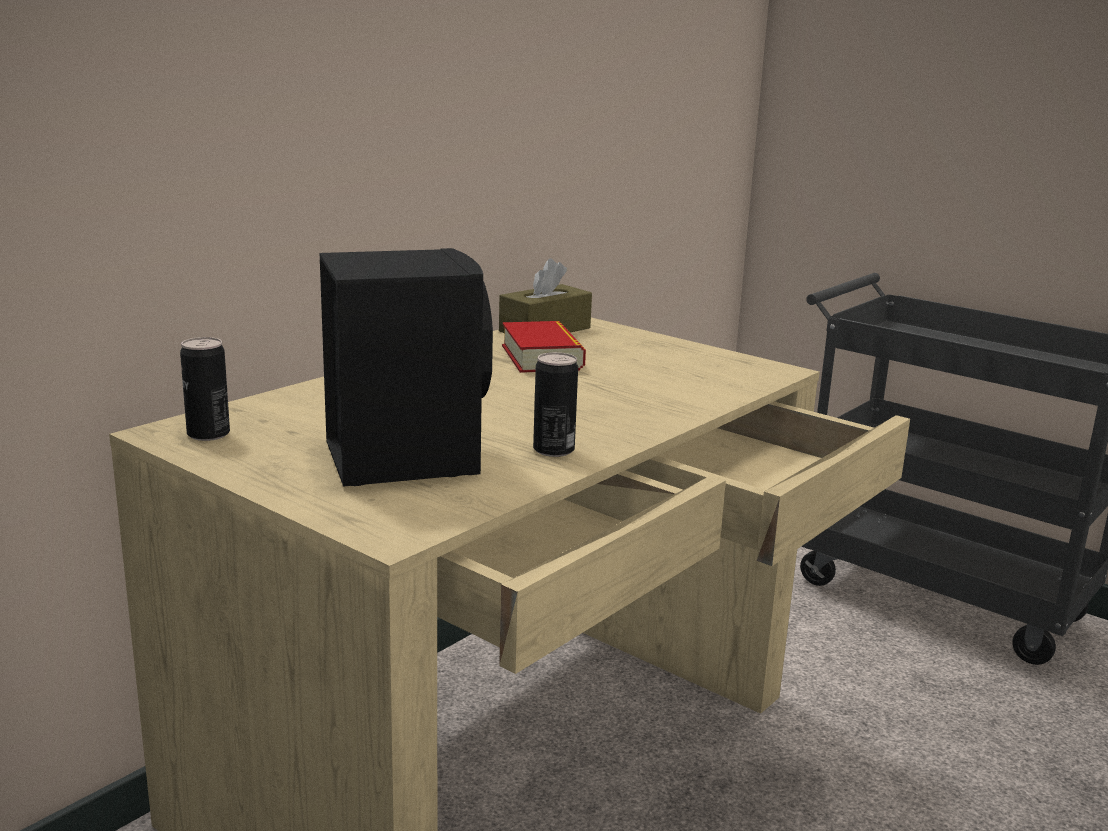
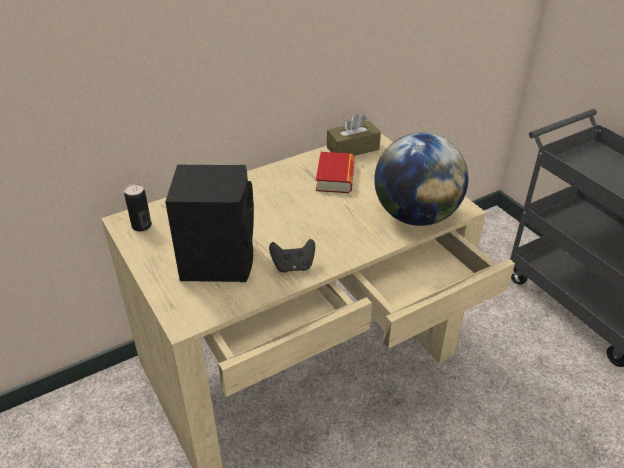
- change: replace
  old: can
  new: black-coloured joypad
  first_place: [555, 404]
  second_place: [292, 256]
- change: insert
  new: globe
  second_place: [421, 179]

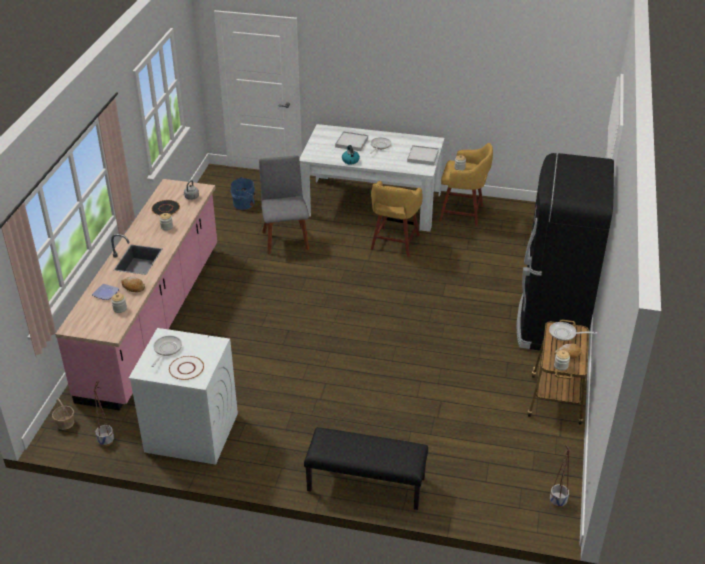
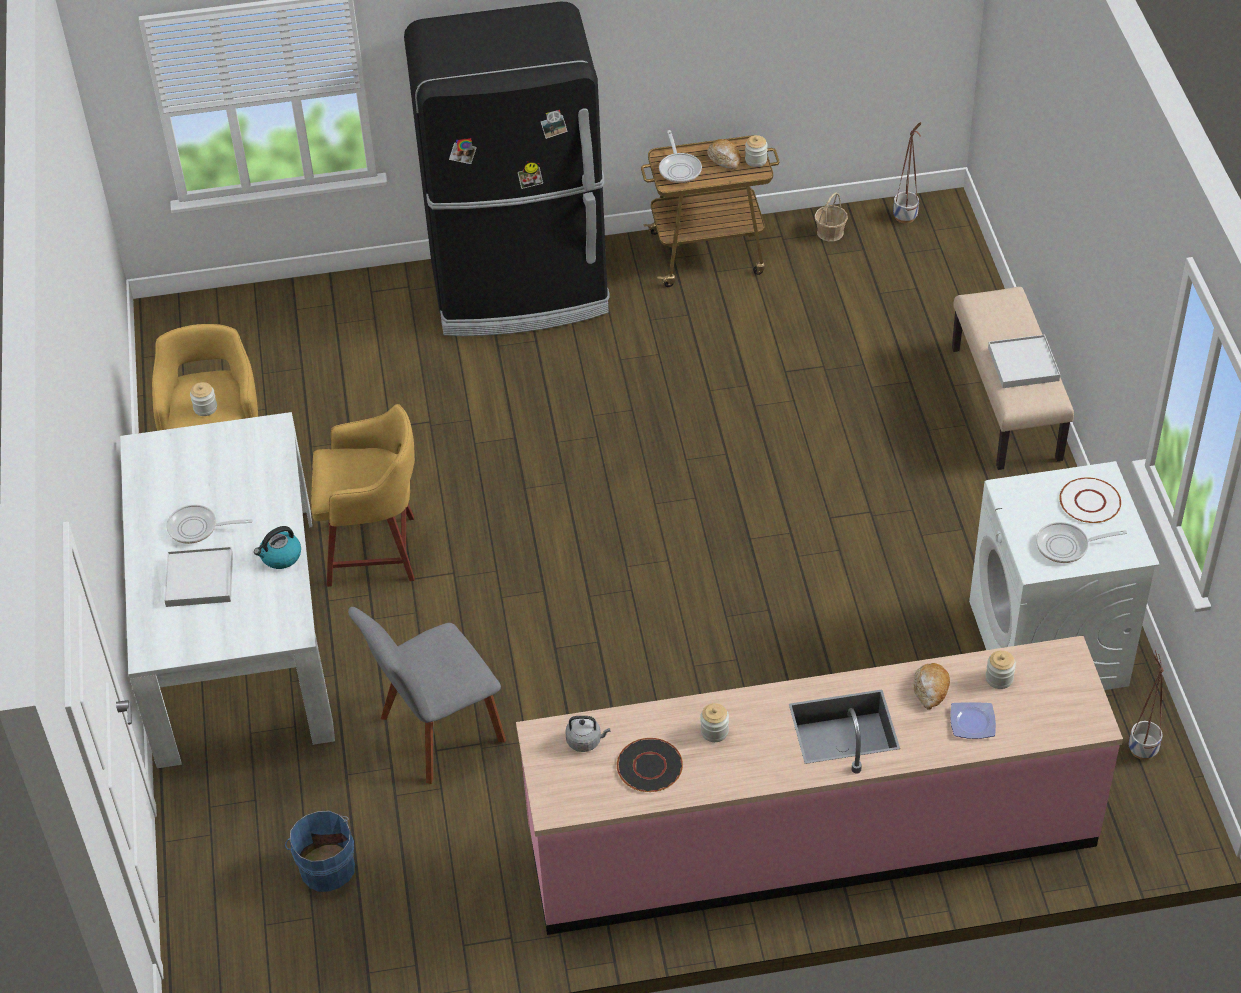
- change: move
  old: household basket
  first_place: [63, 414]
  second_place: [831, 217]
- change: recolor
  old: black-coloured bench
  new: sand-coloured bench
  first_place: [366, 468]
  second_place: [1013, 378]
- change: move
  old: white carrying tray
  first_place: [423, 155]
  second_place: [1024, 361]

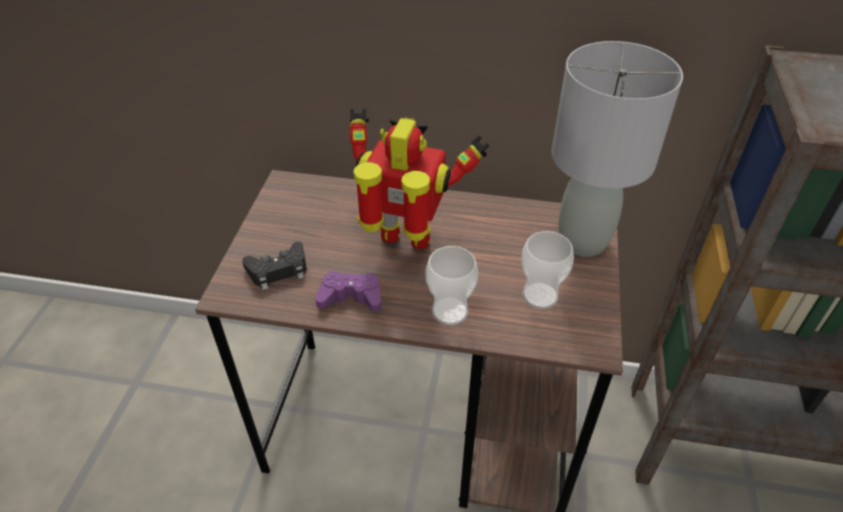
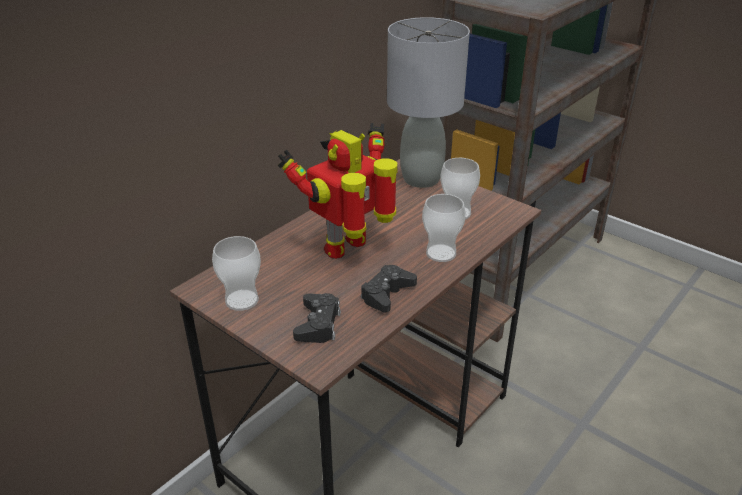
- change: insert
  new: small cup
  second_place: [236, 273]
- change: recolor
  old: purple joypad
  new: black-coloured joypad
  first_place: [348, 291]
  second_place: [389, 288]

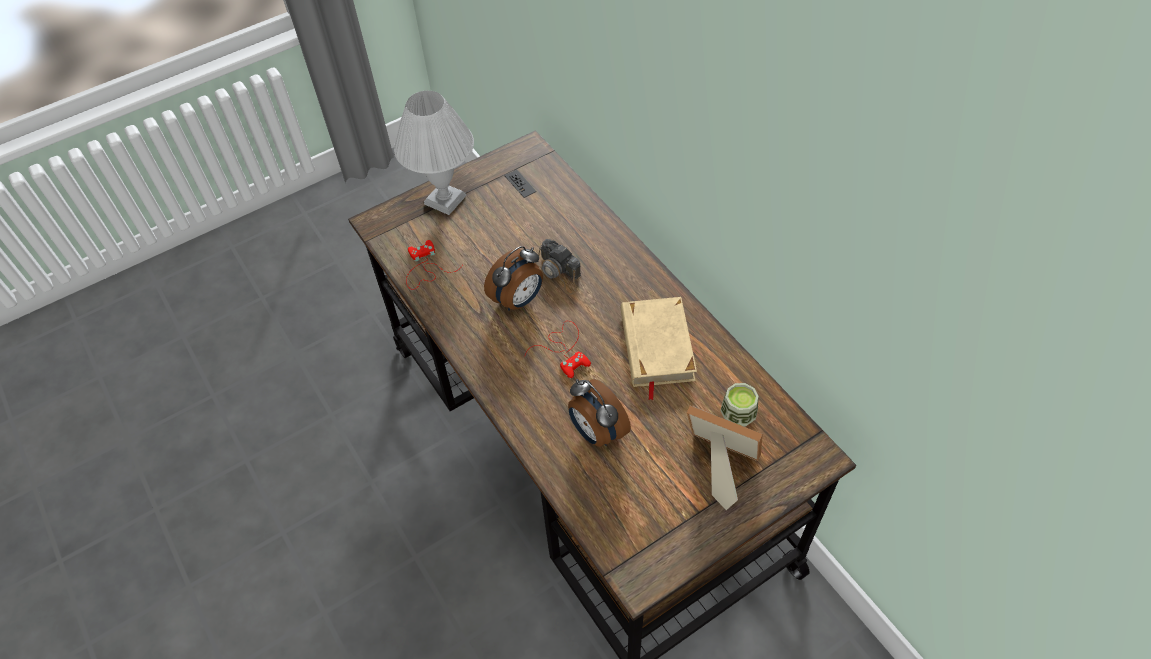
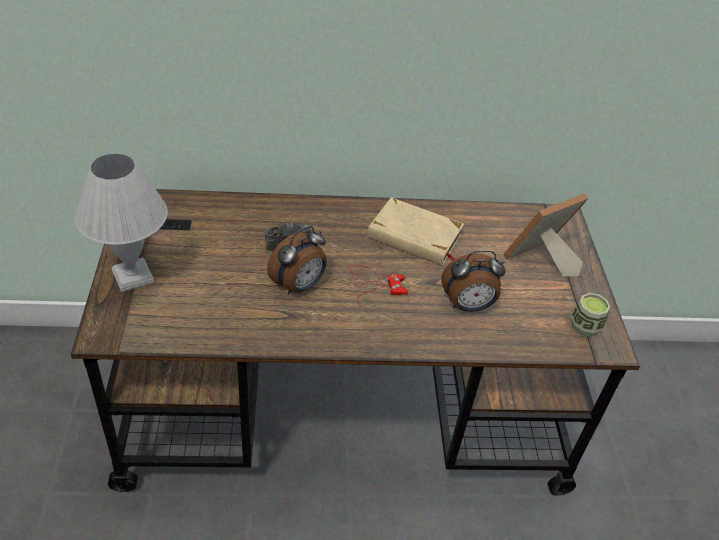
- change: rotate
  old: table clock
  first_place: [513, 278]
  second_place: [297, 260]
  degrees: 60
- change: move
  old: small cup
  first_place: [739, 405]
  second_place: [590, 315]
- change: delete
  old: reddish joypad
  first_place: [434, 264]

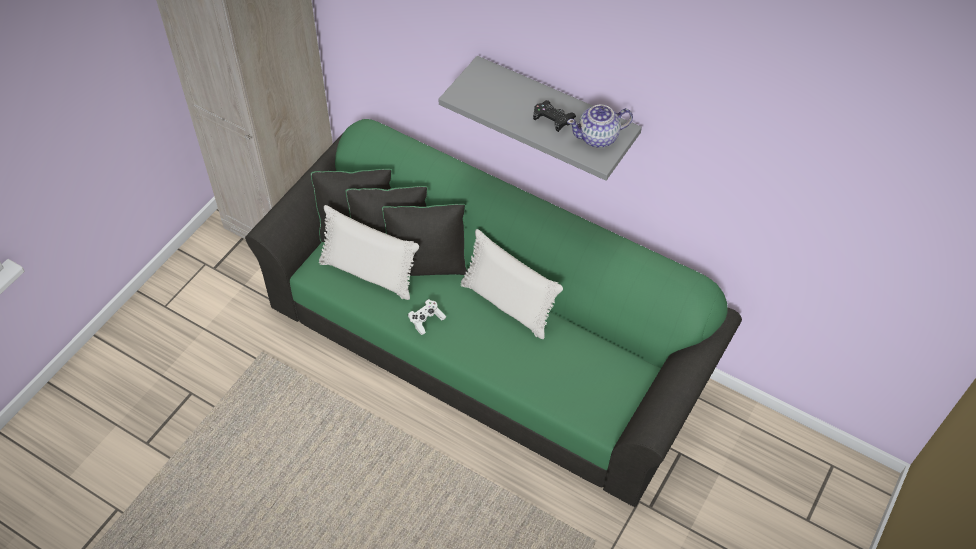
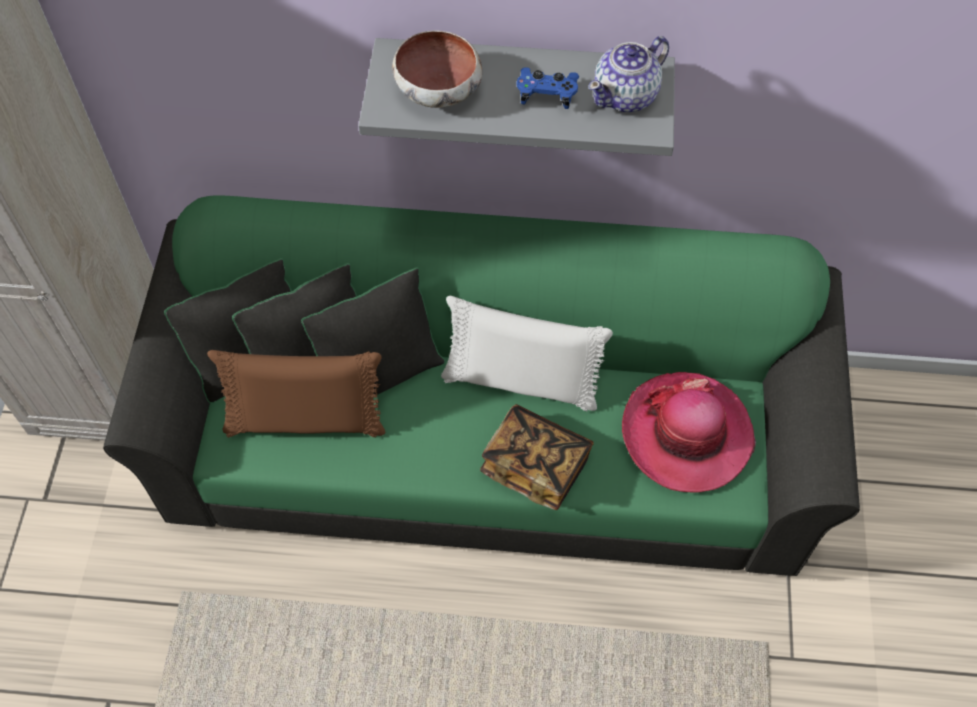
- change: recolor
  old: white throw pillow
  new: brown throw pillow
  first_place: [369, 252]
  second_place: [296, 394]
- change: insert
  new: serving bowl
  second_place: [437, 69]
- change: insert
  new: book
  second_place: [537, 457]
- change: recolor
  old: black-coloured joypad
  new: bluish joypad
  first_place: [554, 116]
  second_place: [548, 88]
- change: insert
  new: wearable hat
  second_place: [689, 432]
- change: delete
  old: white joypad
  first_place: [427, 317]

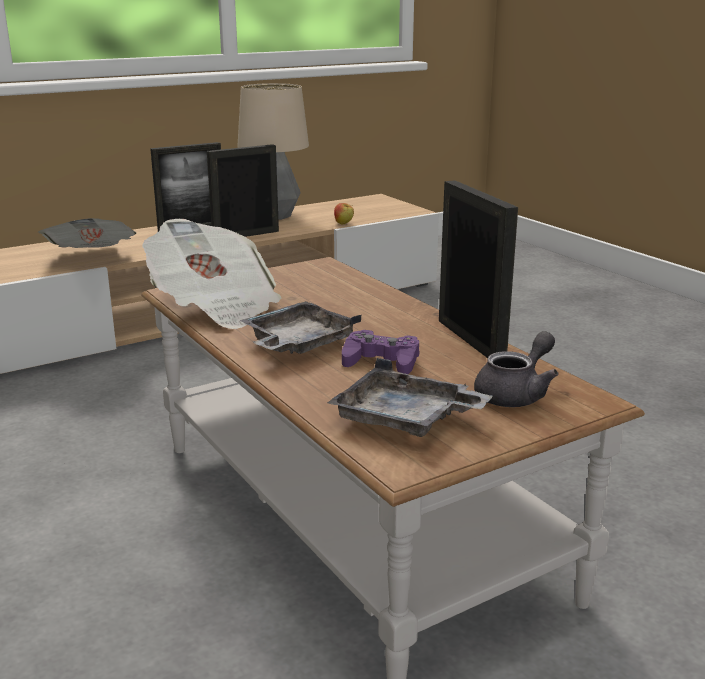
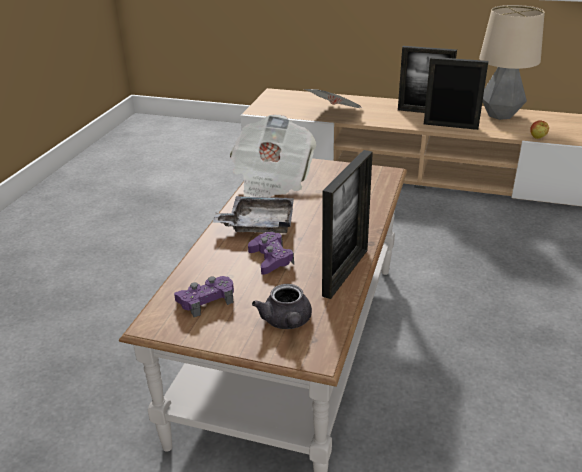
- change: replace
  old: greyish carrying tray
  new: purple joypad
  first_place: [410, 397]
  second_place: [204, 296]
- change: rotate
  old: greyish pot for tea
  first_place: [516, 369]
  second_place: [282, 306]
  degrees: 75

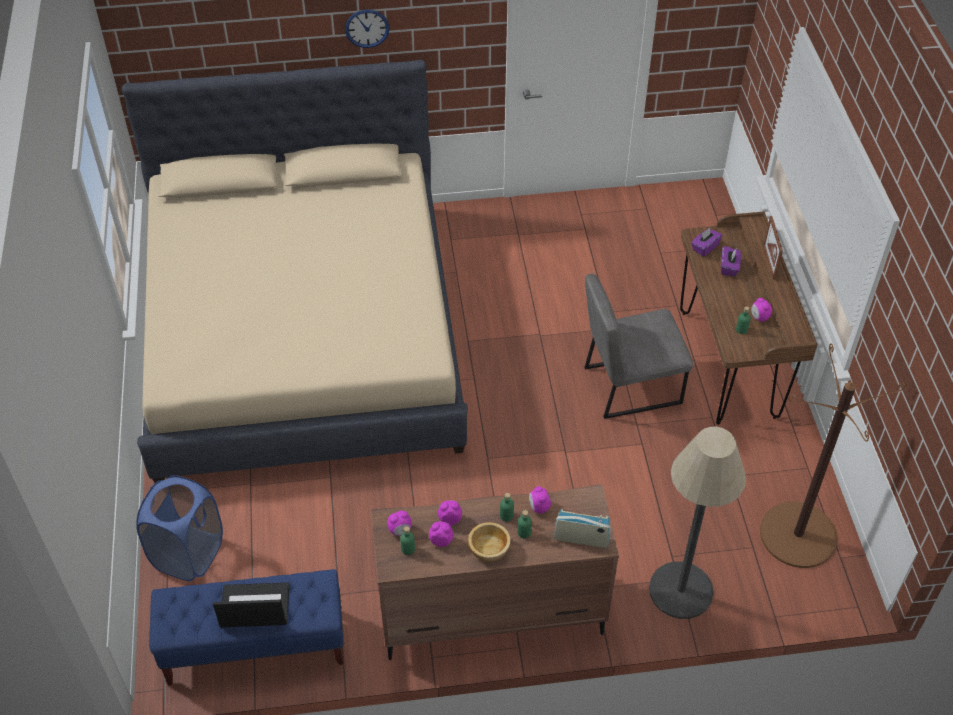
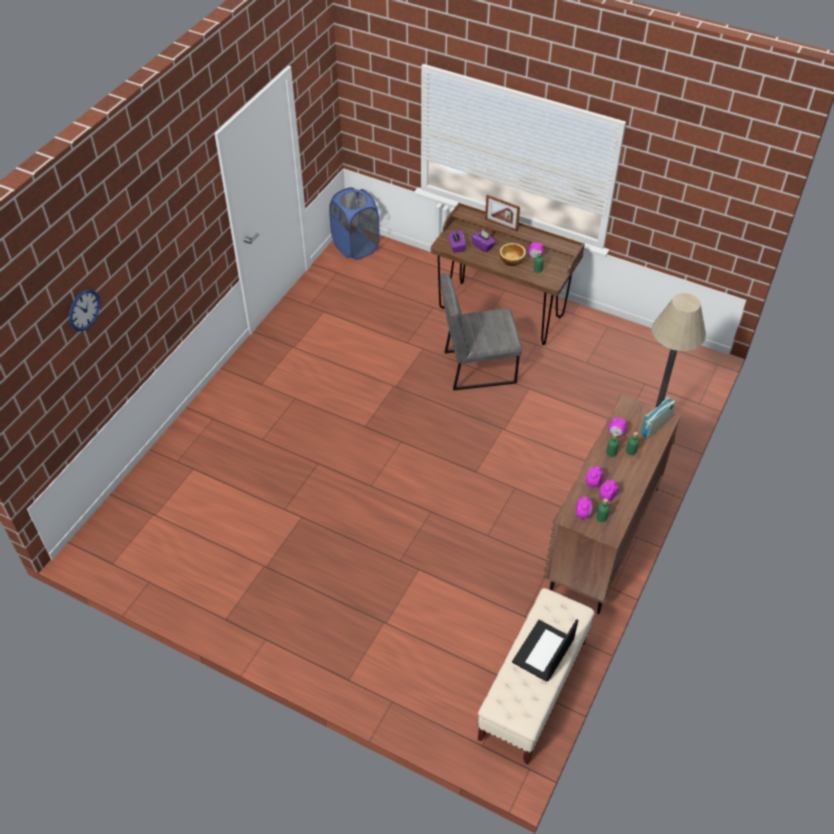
- change: move
  old: hanging clock
  first_place: [367, 29]
  second_place: [84, 310]
- change: move
  old: bluish hamper
  first_place: [179, 528]
  second_place: [354, 223]
- change: rotate
  old: greyish chair
  first_place: [638, 346]
  second_place: [481, 331]
  degrees: 60
- change: recolor
  old: bluish bench
  new: sand-coloured bench
  first_place: [246, 627]
  second_place: [536, 676]
- change: move
  old: serving bowl
  first_place: [489, 542]
  second_place: [512, 254]
- change: delete
  old: sand-coloured bed
  first_place: [294, 271]
- change: delete
  old: brown garment stand
  first_place: [834, 456]

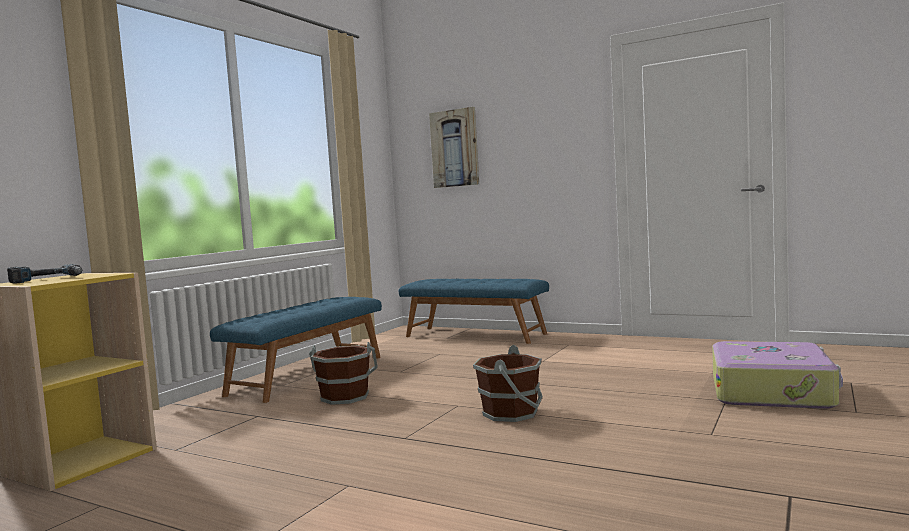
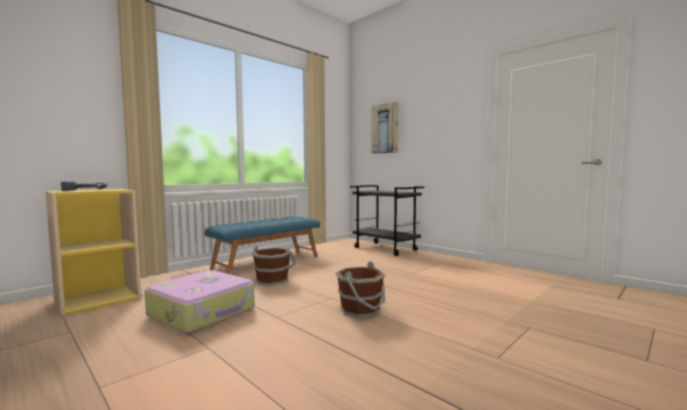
- change: move
  old: travel case
  first_place: [777, 375]
  second_place: [200, 301]
- change: replace
  old: bluish bench
  new: black-coloured wheeled cart
  first_place: [474, 311]
  second_place: [387, 220]

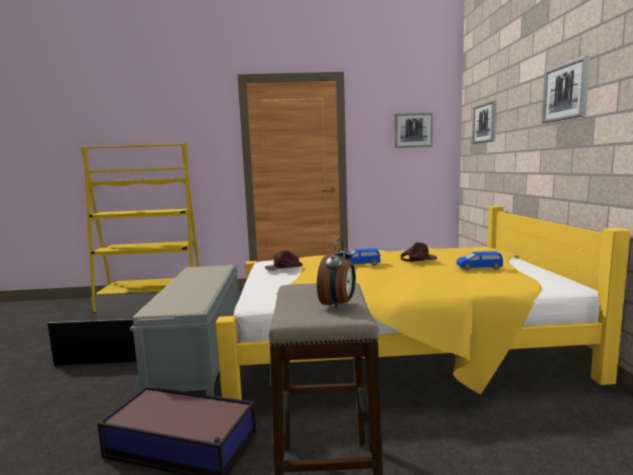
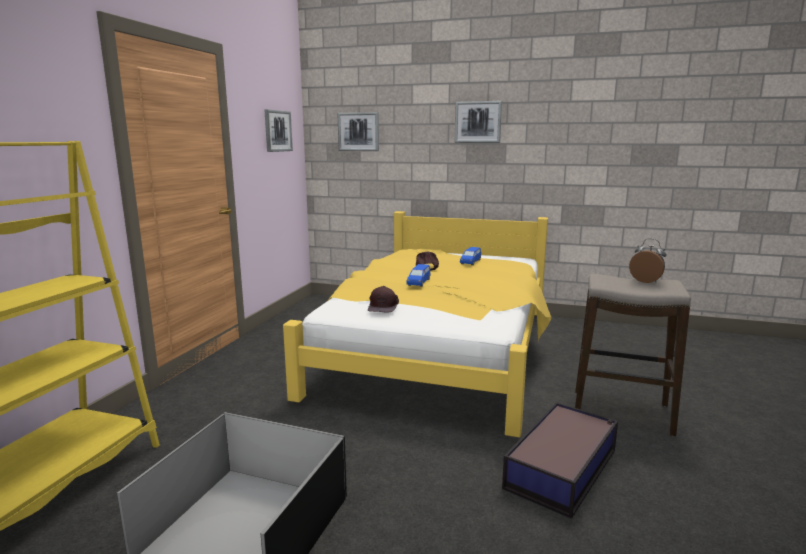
- change: delete
  old: greyish bench
  first_place: [184, 330]

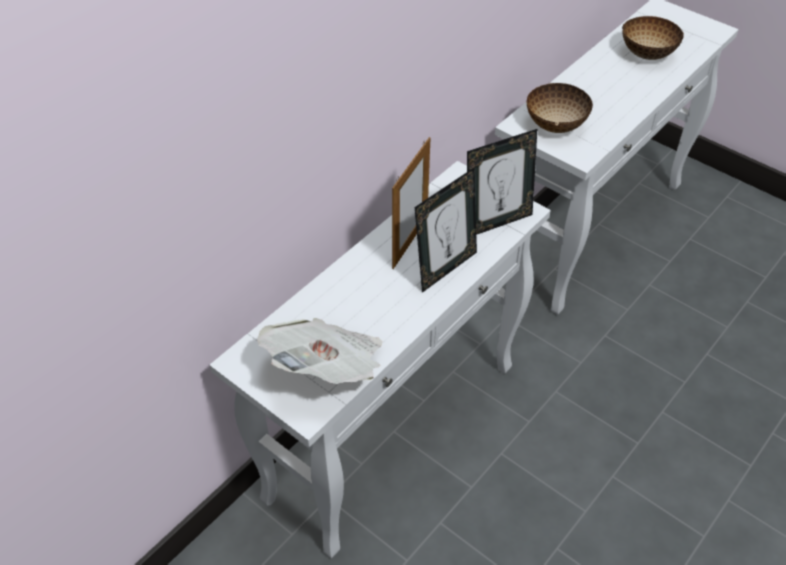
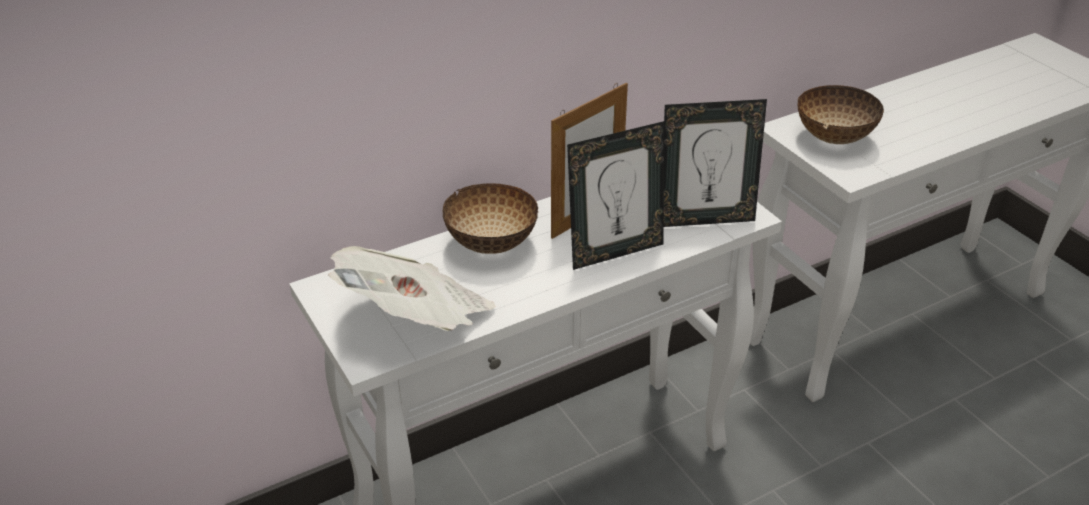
- change: move
  old: serving bowl
  first_place: [653, 38]
  second_place: [491, 218]

